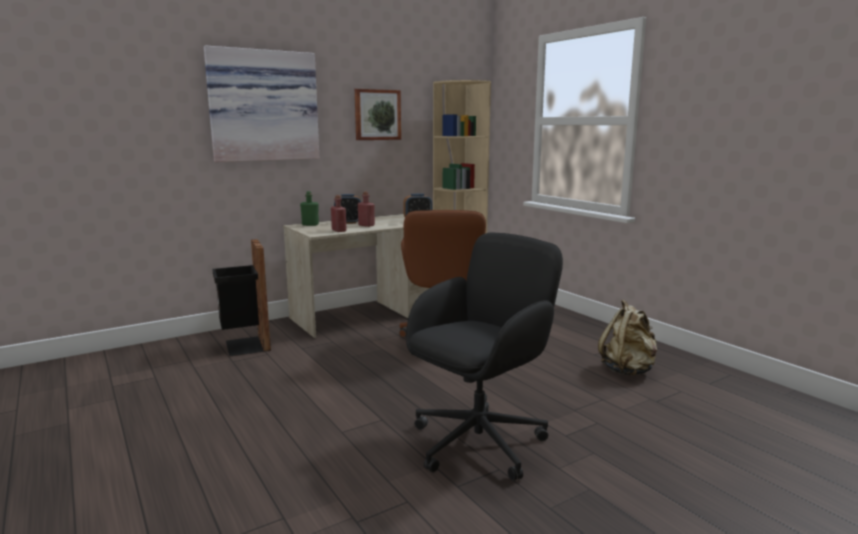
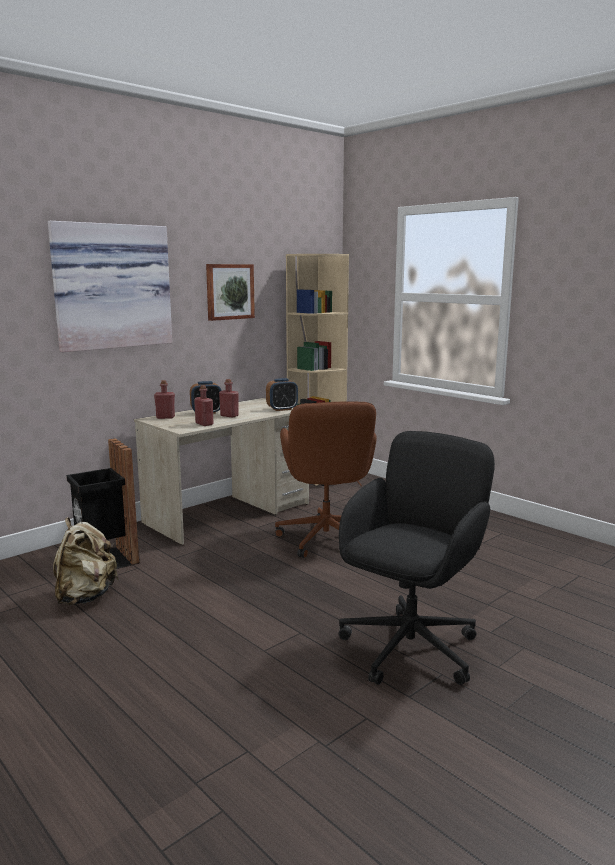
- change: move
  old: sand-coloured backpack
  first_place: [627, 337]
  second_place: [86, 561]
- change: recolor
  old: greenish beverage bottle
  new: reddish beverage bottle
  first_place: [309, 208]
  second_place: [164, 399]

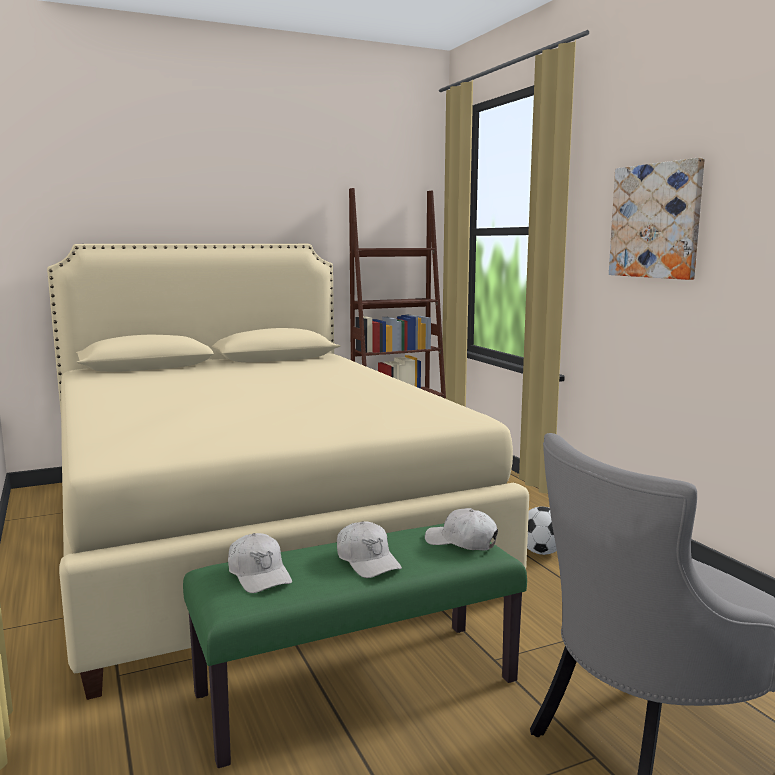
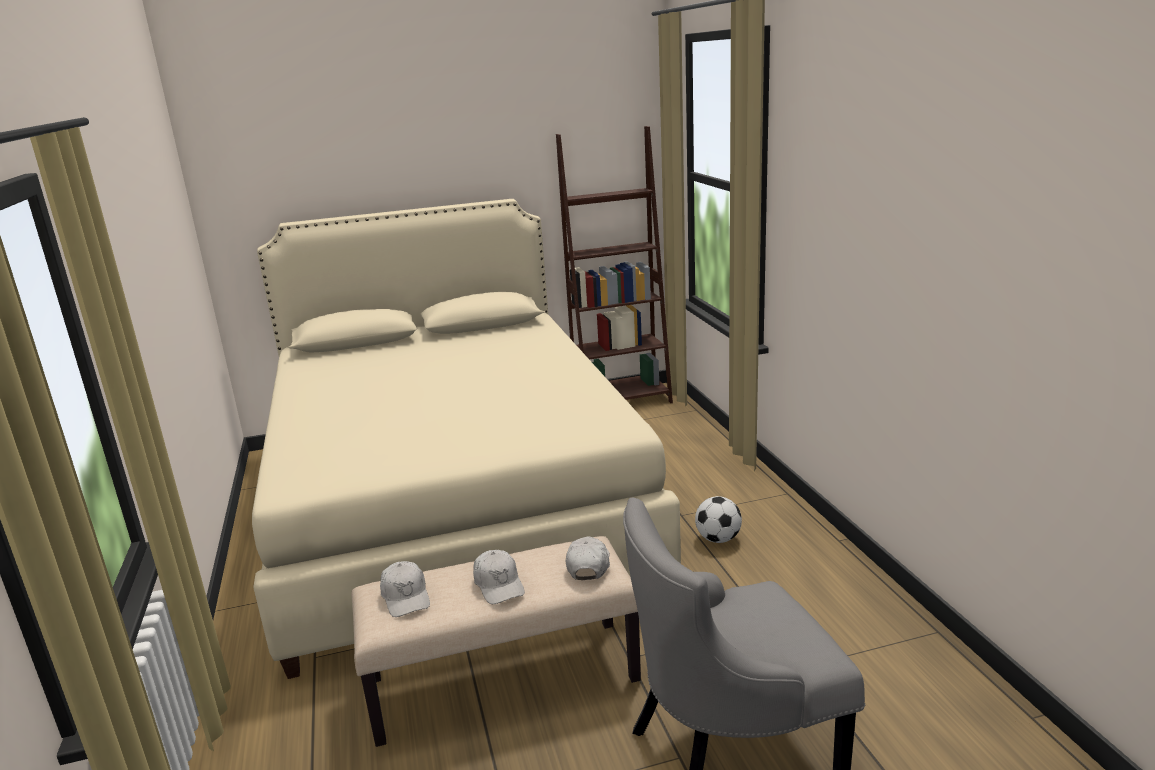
- change: recolor
  old: greenish bench
  new: sand-coloured bench
  first_place: [355, 645]
  second_place: [496, 641]
- change: rotate
  old: white cap
  first_place: [461, 529]
  second_place: [588, 558]
  degrees: 60
- change: delete
  old: picture
  first_place: [657, 219]

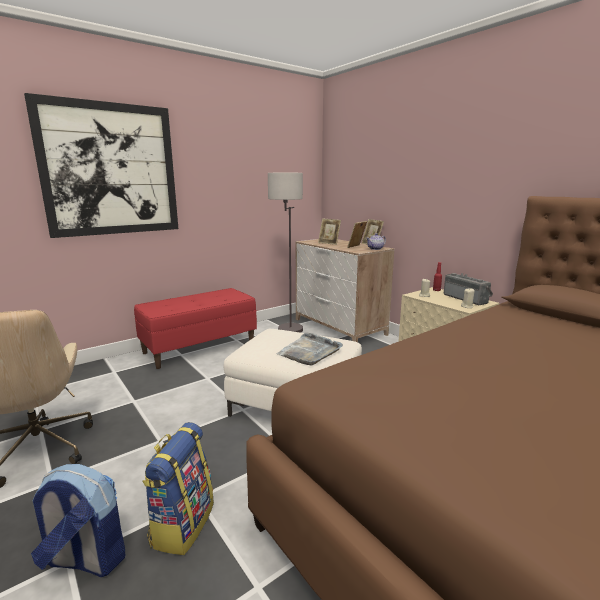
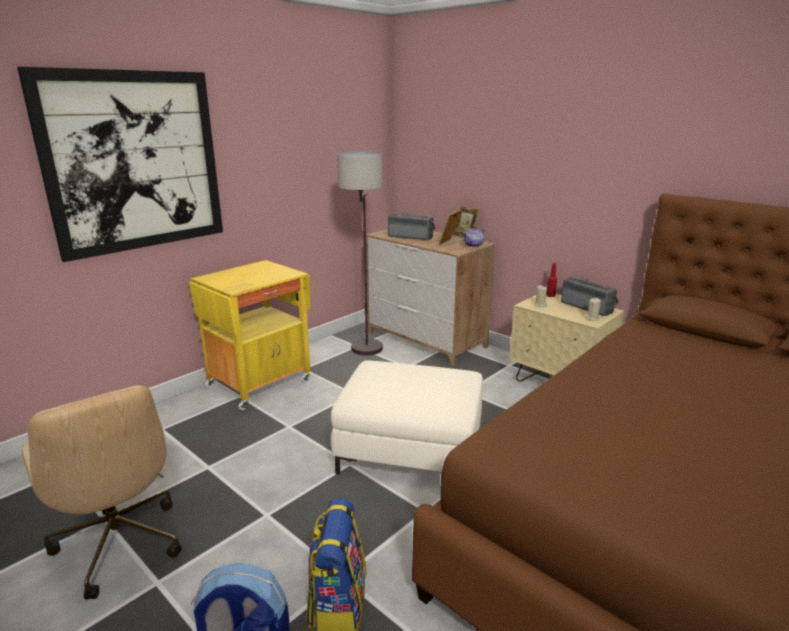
- change: replace
  old: reddish bench
  new: yellow wheeled cart
  first_place: [195, 328]
  second_place: [250, 335]
- change: replace
  old: standing frame
  new: radio receiver
  first_place: [329, 232]
  second_place: [411, 226]
- change: delete
  old: greyish carrying tray
  first_place: [309, 349]

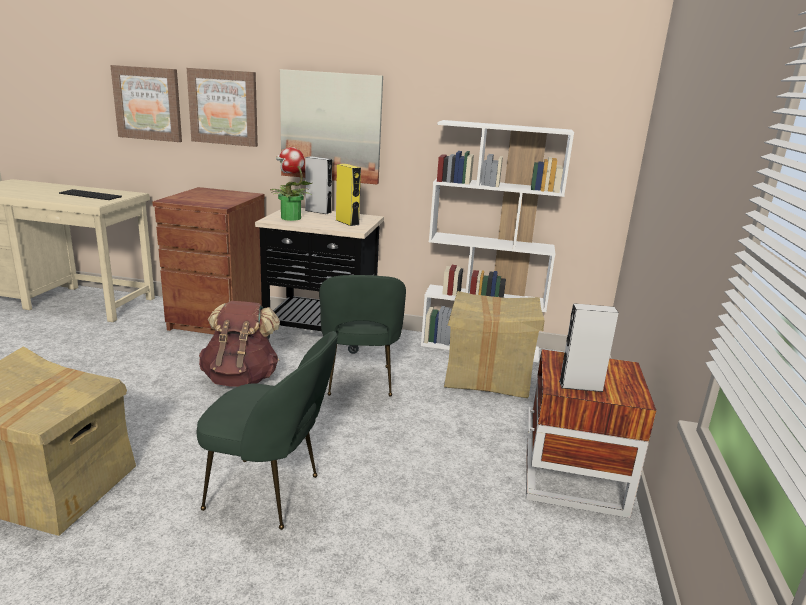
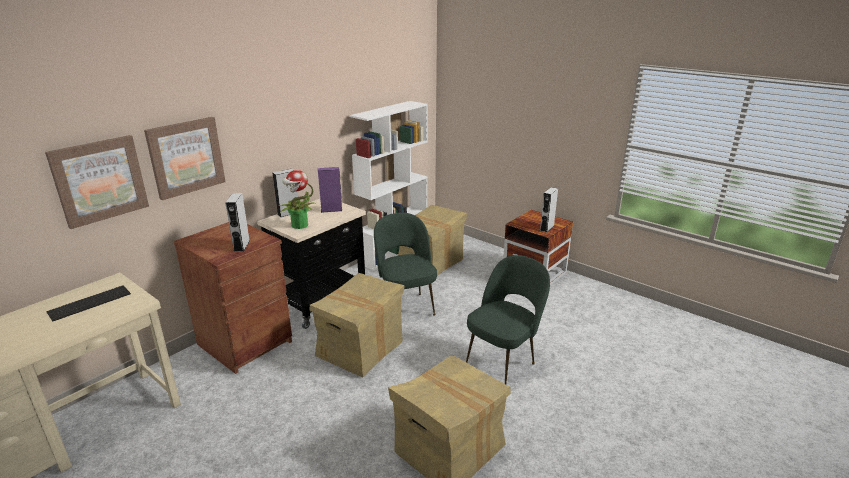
- change: insert
  new: greyish loudspeaker
  second_place: [237, 222]
- change: replace
  old: brown backpack
  new: packing box
  first_place: [239, 344]
  second_place: [357, 325]
- change: recolor
  old: yellow loudspeaker
  new: purple loudspeaker
  first_place: [348, 195]
  second_place: [330, 190]
- change: rotate
  old: greenish chair
  first_place: [362, 336]
  second_place: [405, 264]
  degrees: -135
- change: delete
  old: picture
  first_place: [331, 127]

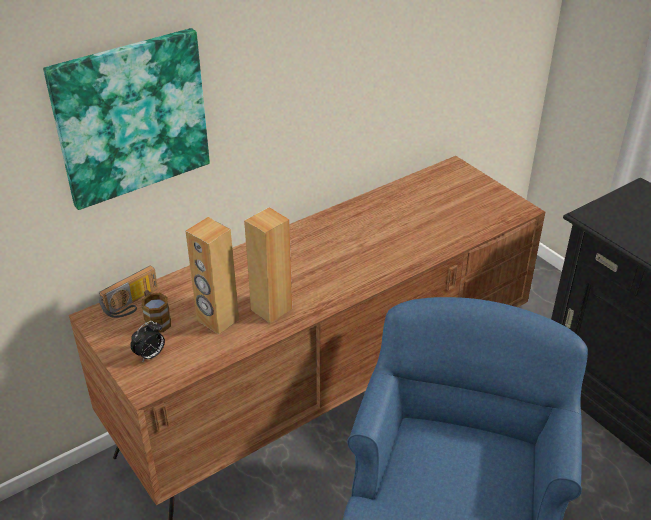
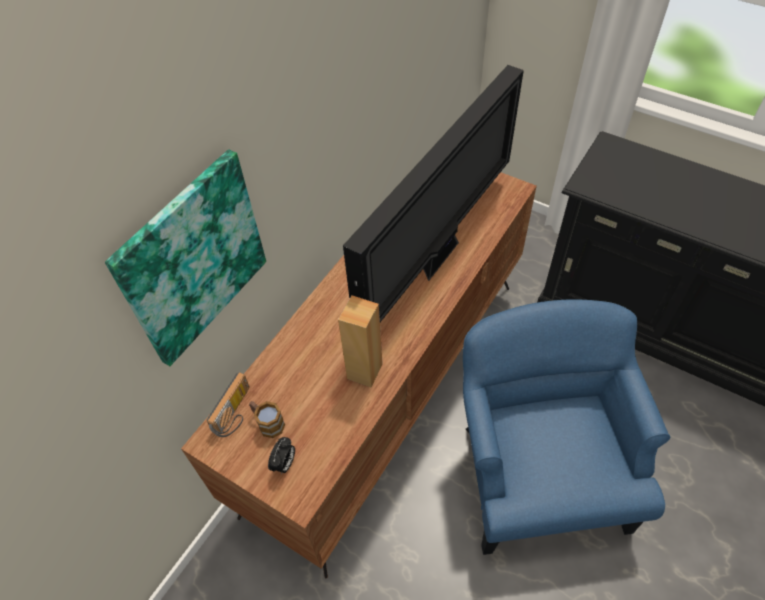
- change: insert
  new: television
  second_place: [433, 193]
- change: delete
  old: brown loudspeaker
  first_place: [212, 275]

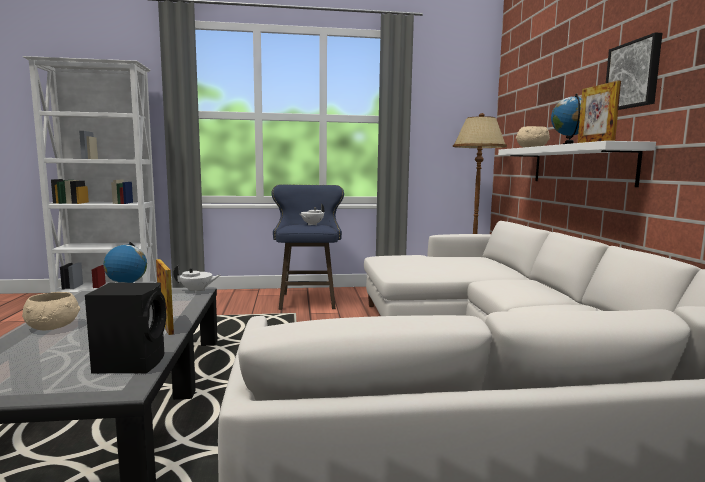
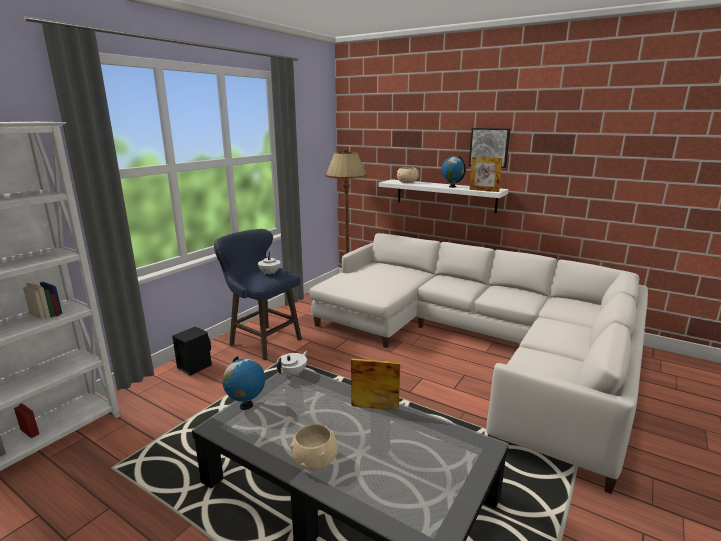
- change: move
  old: black-coloured loudspeaker
  first_place: [125, 328]
  second_place: [192, 351]

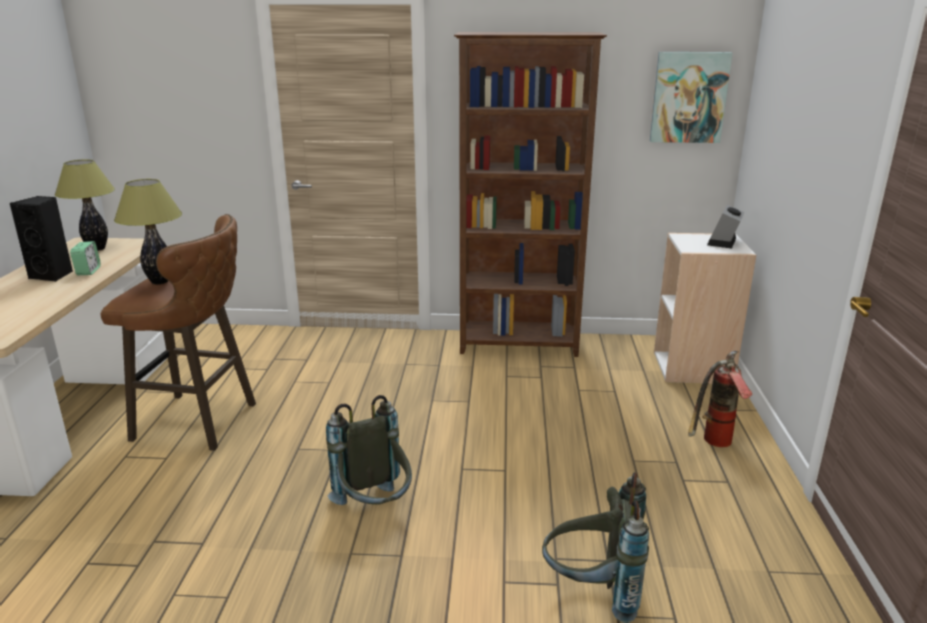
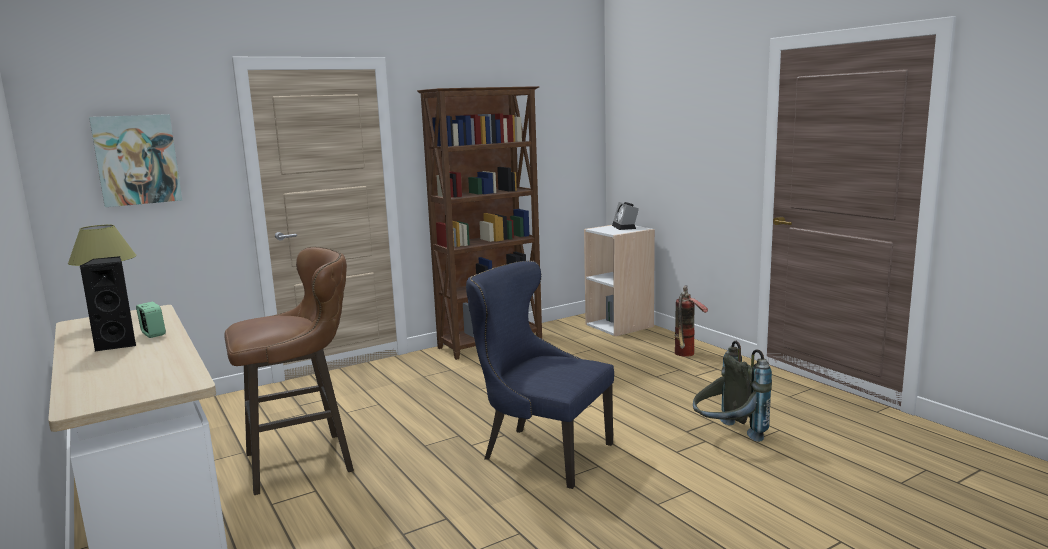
- change: move
  old: picture
  first_place: [691, 97]
  second_place: [135, 160]
- change: replace
  old: greyish backpack
  new: bluish chair
  first_place: [369, 450]
  second_place: [540, 375]
- change: delete
  old: tabletop lamp
  first_place: [148, 231]

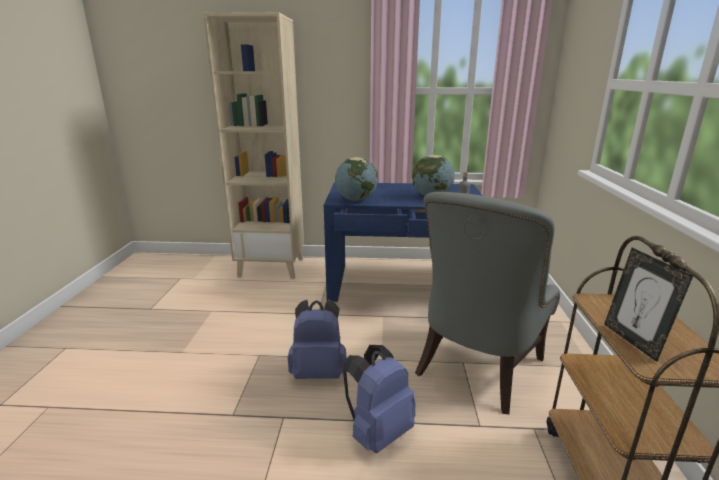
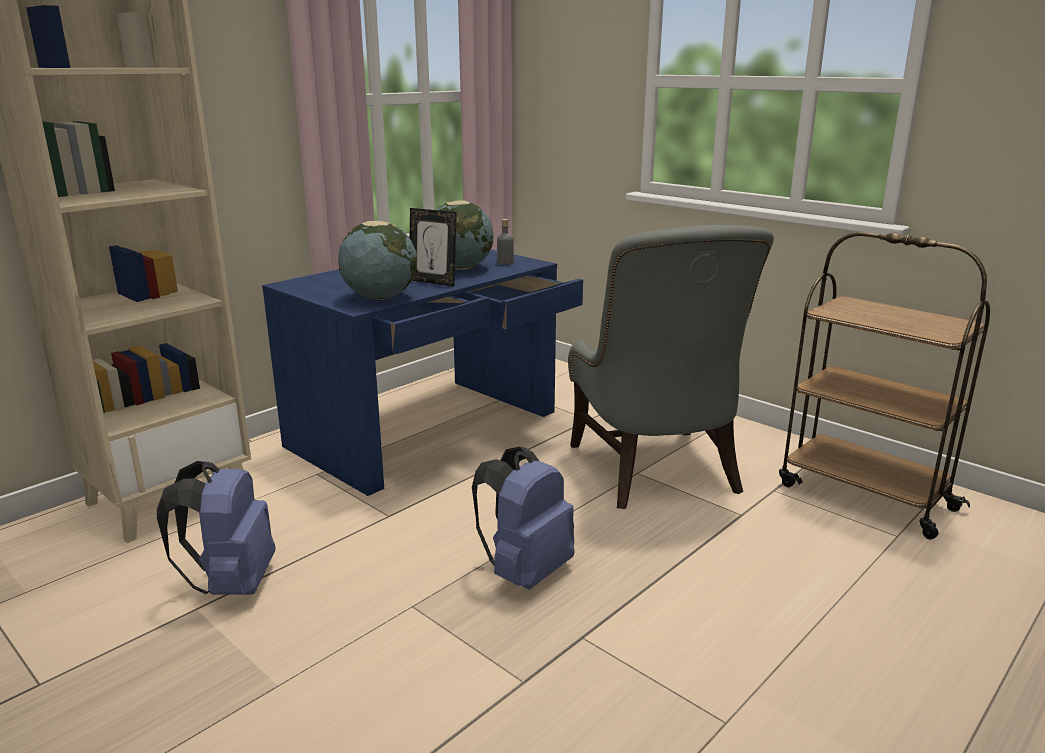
- change: move
  old: bluish backpack
  first_place: [379, 399]
  second_place: [216, 528]
- change: move
  old: standing frame
  first_place: [648, 305]
  second_place: [433, 247]

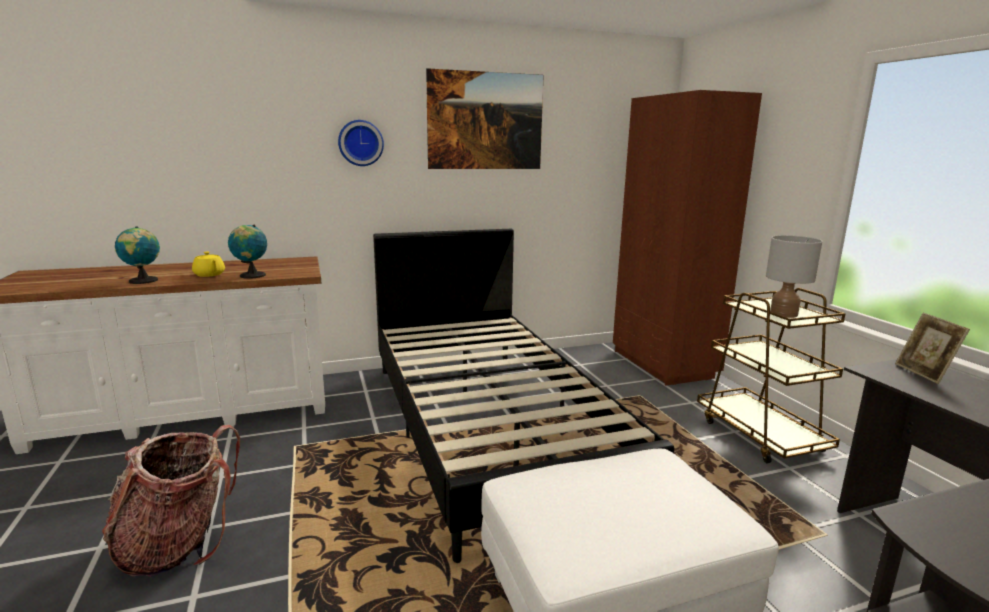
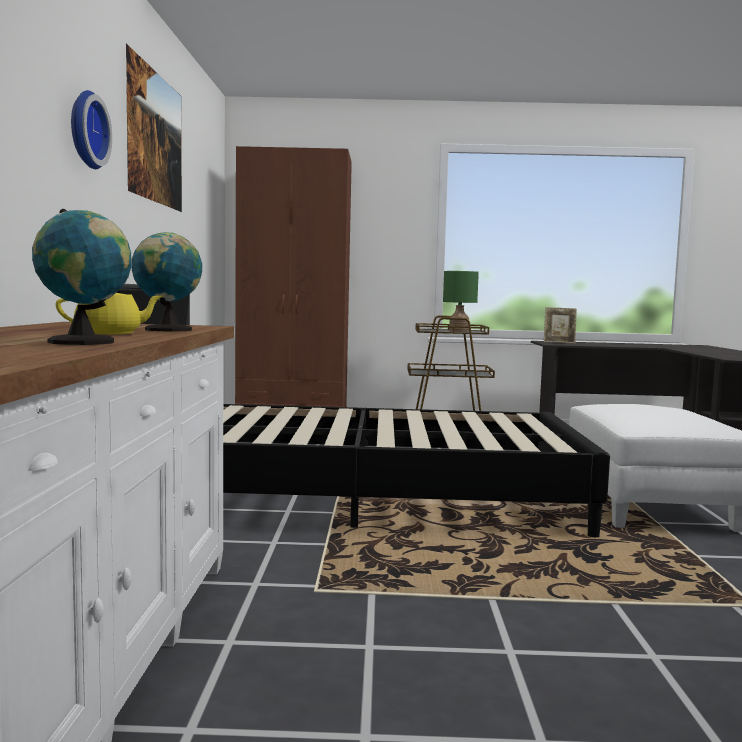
- change: recolor
  old: greyish tabletop lamp
  new: greenish tabletop lamp
  first_place: [794, 276]
  second_place: [461, 301]
- change: delete
  old: backpack
  first_place: [171, 501]

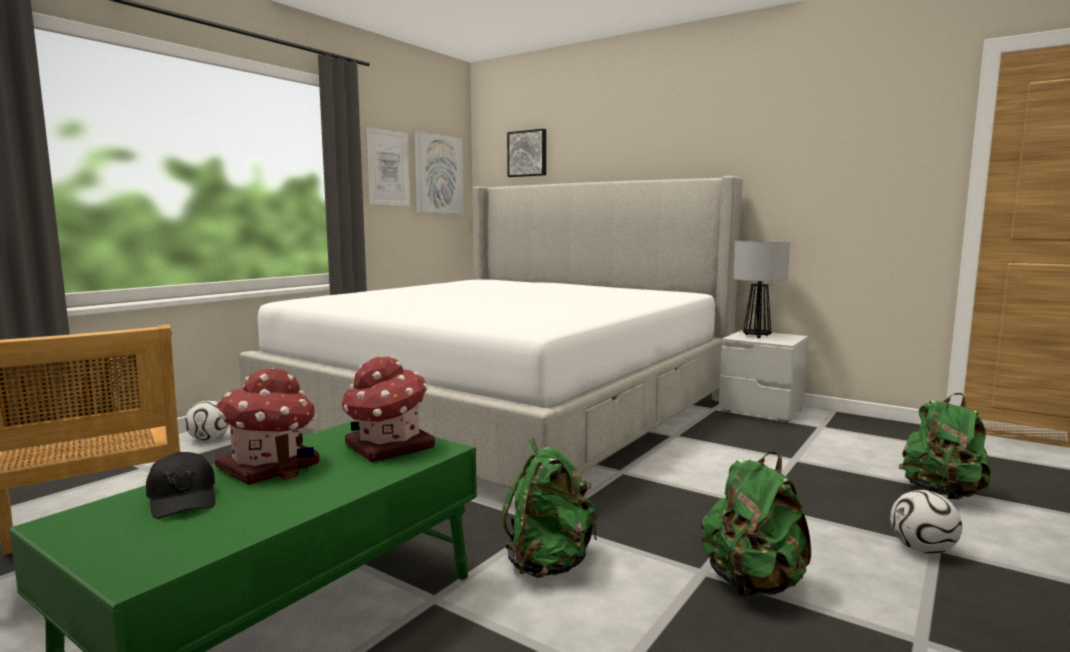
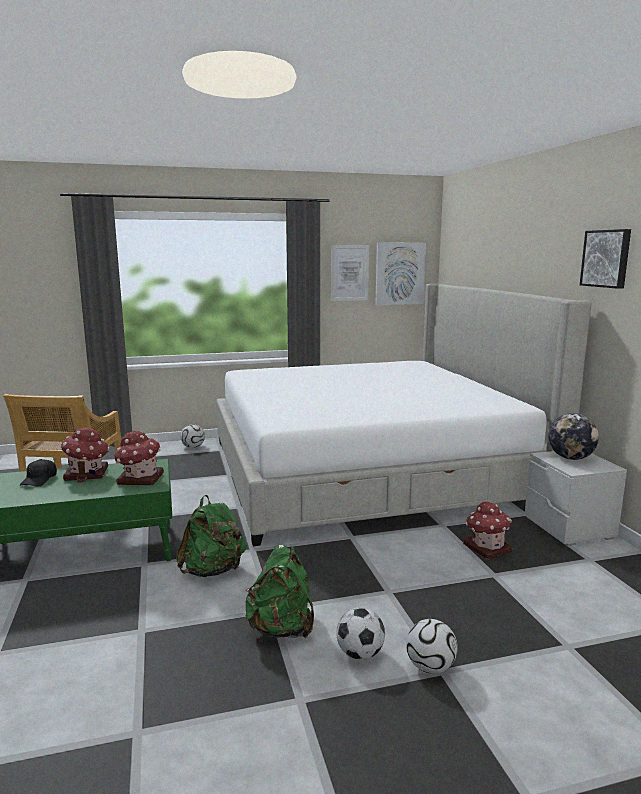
- change: insert
  new: football
  second_place: [360, 633]
- change: insert
  new: model house
  second_place: [487, 530]
- change: replace
  old: tabletop lamp
  new: globe
  first_place: [761, 289]
  second_place: [573, 436]
- change: move
  old: picture
  first_place: [526, 153]
  second_place: [605, 259]
- change: delete
  old: greenish backpack
  first_place: [945, 446]

